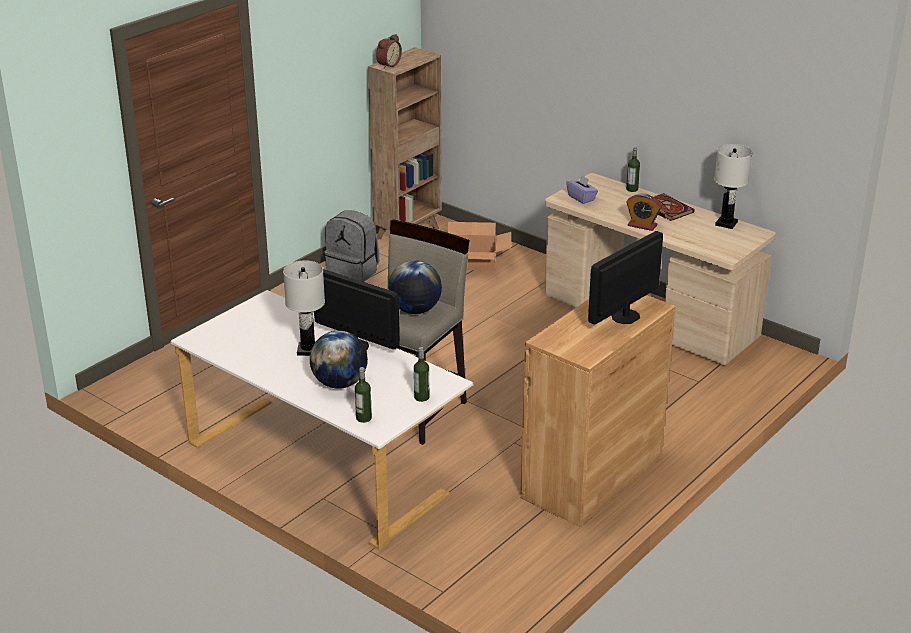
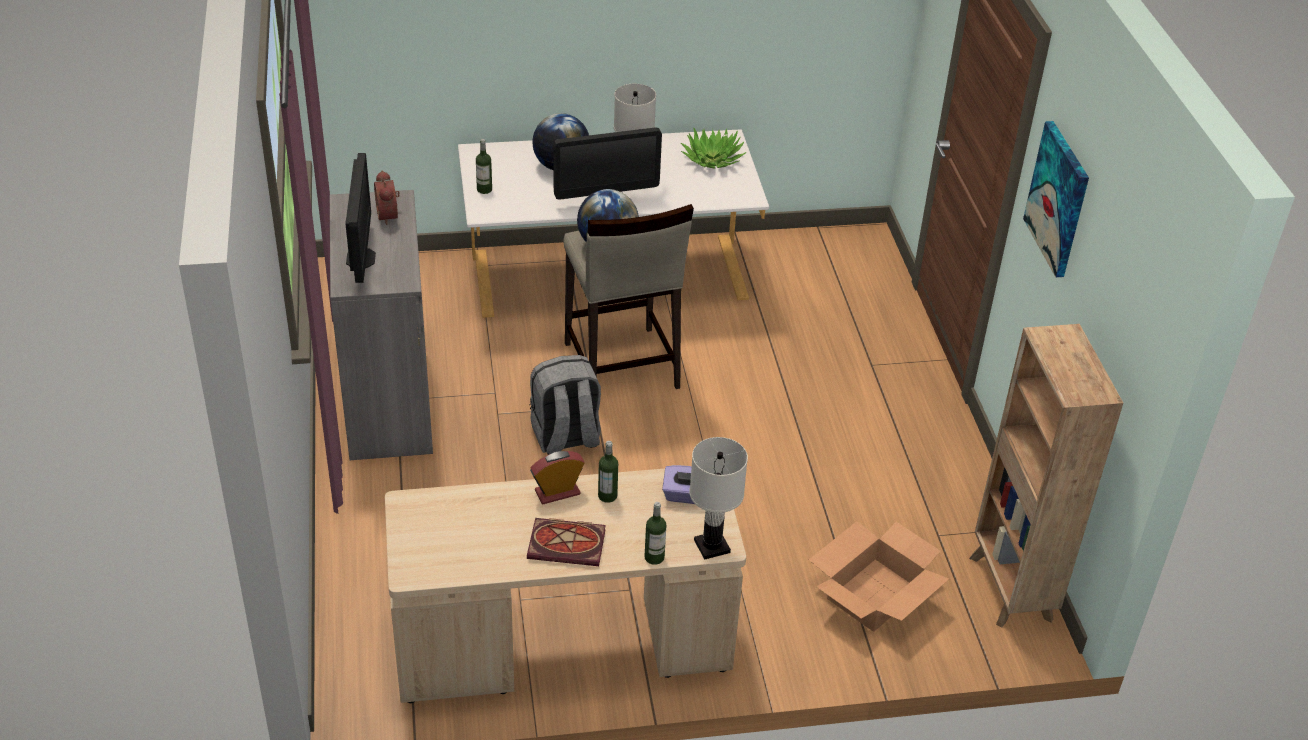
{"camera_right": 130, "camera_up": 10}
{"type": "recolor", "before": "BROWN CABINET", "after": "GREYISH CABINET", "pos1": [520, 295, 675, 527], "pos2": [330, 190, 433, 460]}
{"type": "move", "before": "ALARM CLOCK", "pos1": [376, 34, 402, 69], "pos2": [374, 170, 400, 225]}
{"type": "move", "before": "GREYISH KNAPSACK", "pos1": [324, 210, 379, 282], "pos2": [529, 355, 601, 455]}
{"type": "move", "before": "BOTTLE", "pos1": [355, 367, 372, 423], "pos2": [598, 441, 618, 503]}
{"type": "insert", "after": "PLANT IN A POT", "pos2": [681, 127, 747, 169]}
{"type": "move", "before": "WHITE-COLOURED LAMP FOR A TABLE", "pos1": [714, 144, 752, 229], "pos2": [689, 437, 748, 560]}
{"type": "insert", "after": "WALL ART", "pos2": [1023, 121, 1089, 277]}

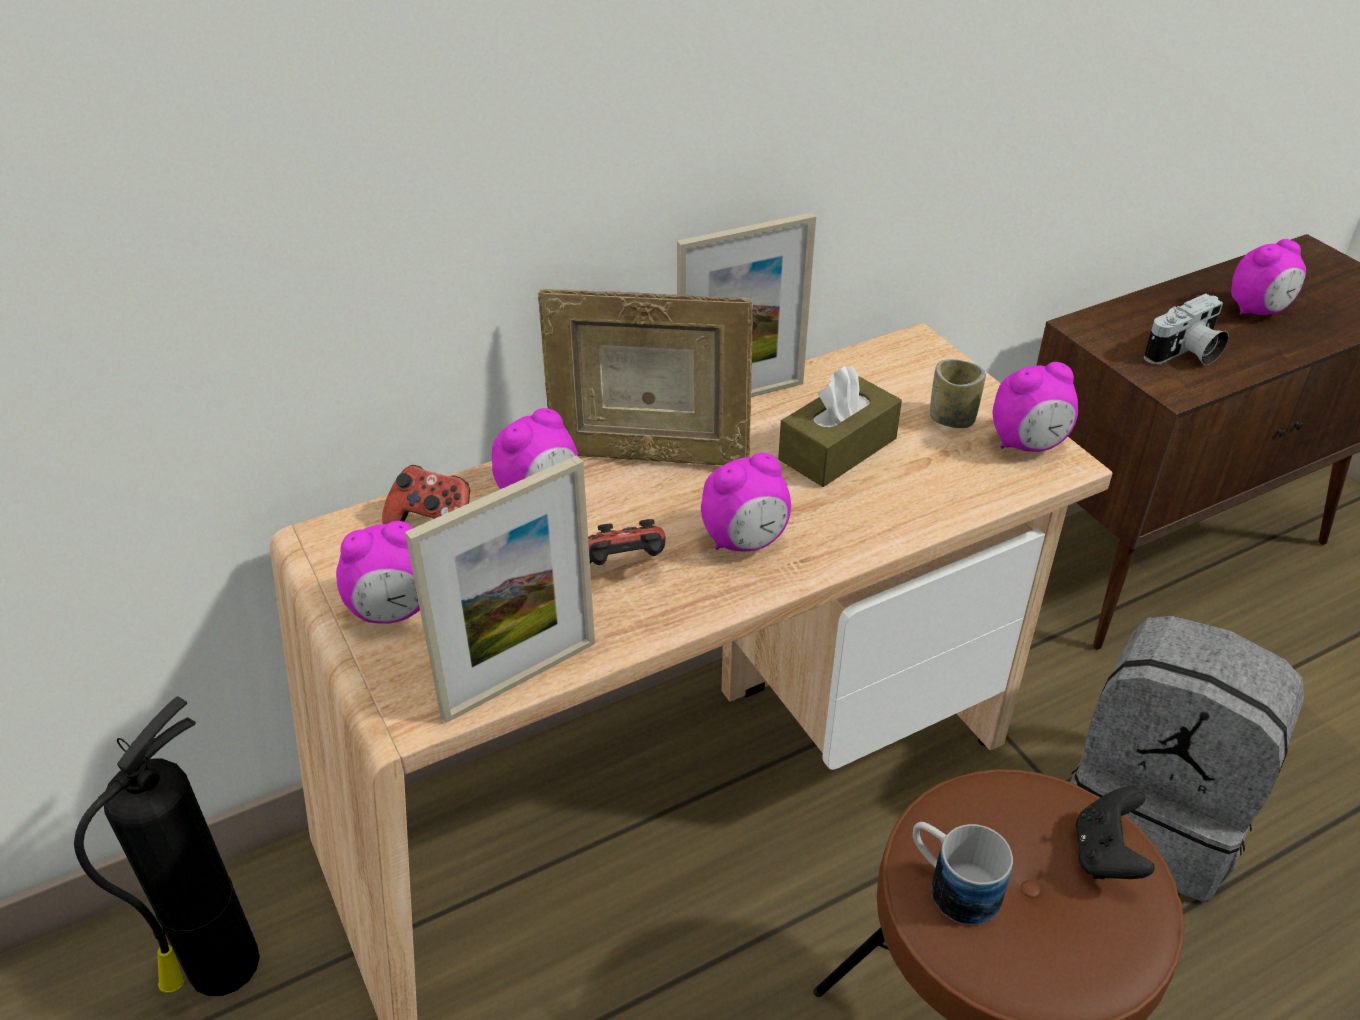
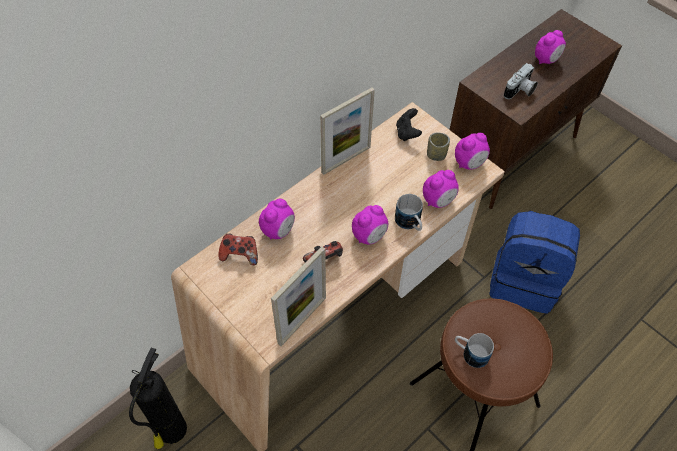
{"camera_right": -15, "camera_up": 15}
{"type": "insert", "after": "TEA MUG", "pos2": [395, 194, 423, 231]}
{"type": "move", "before": "BLACK-COLOURED GAME CONTROLLER", "pos1": [1076, 787, 1155, 879], "pos2": [396, 108, 422, 141]}
{"type": "move", "before": "ALARM CLOCK", "pos1": [336, 521, 420, 624], "pos2": [423, 170, 459, 208]}
{"type": "recolor", "before": "GREYISH KNAPSACK", "after": "BLUE-COLOURED KNAPSACK", "pos1": [1070, 616, 1304, 902], "pos2": [489, 211, 580, 314]}
{"type": "delete", "before": "STANDING FRAME", "pos1": [538, 289, 753, 465]}
{"type": "delete", "before": "BROWN TISSUE HOLDER", "pos1": [778, 365, 902, 487]}

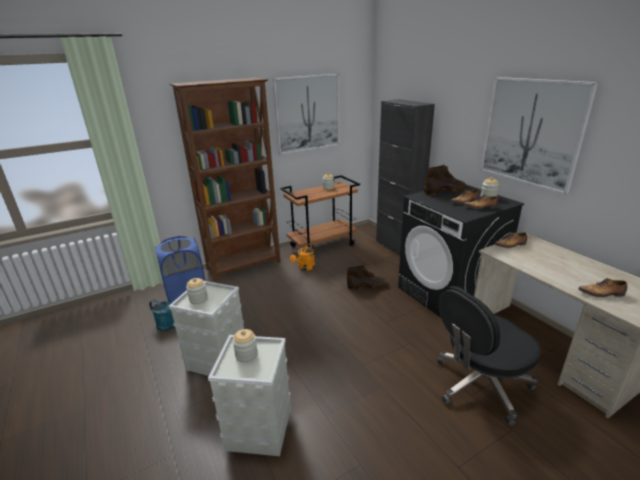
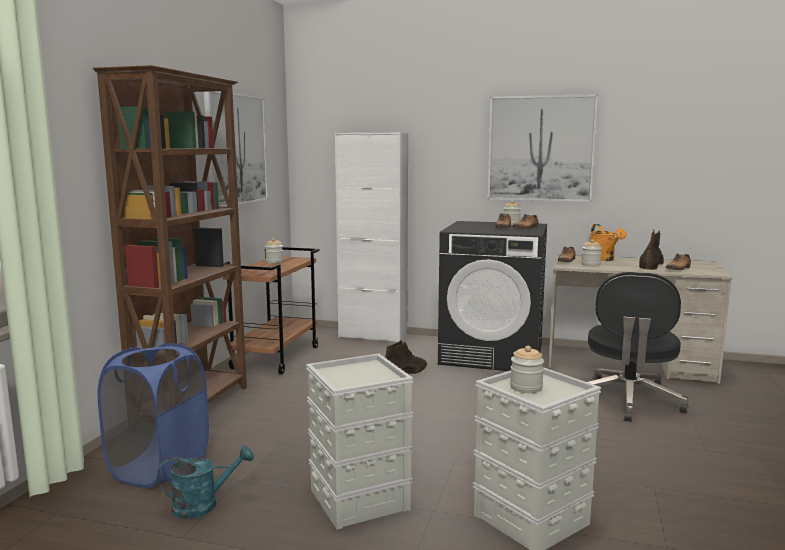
{"camera_right": -45, "camera_up": -15}
{"type": "recolor", "before": "BLACK-COLOURED CABINET", "after": "WHITE-COLOURED CABINET", "pos1": [376, 99, 435, 256], "pos2": [335, 133, 408, 342]}
{"type": "move", "before": "STORAGE JAR", "pos1": [186, 278, 208, 304], "pos2": [581, 239, 602, 266]}
{"type": "move", "before": "ORANGE-COLOURED SPRINKLING CAN", "pos1": [290, 243, 315, 271], "pos2": [590, 224, 627, 261]}
{"type": "move", "before": "BROWN BOOT", "pos1": [424, 164, 467, 195], "pos2": [639, 230, 664, 270]}

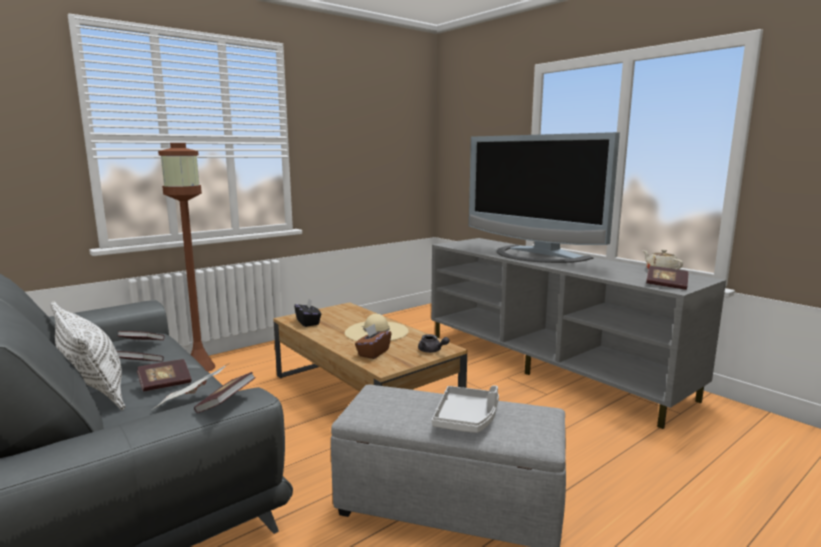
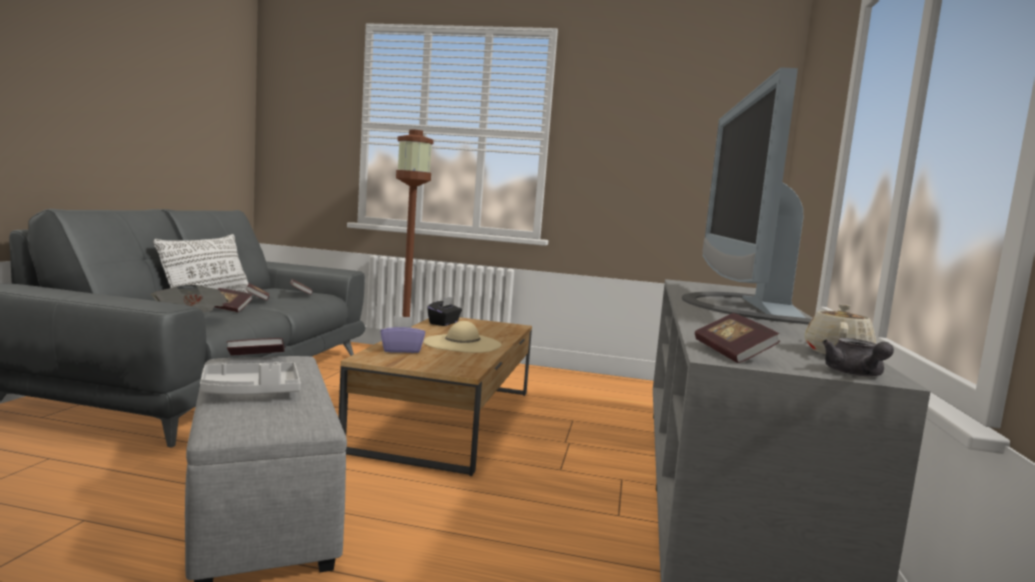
{"camera_right": 50, "camera_up": -5}
{"type": "move", "before": "BOUND BOOK", "pos1": [194, 372, 256, 413], "pos2": [227, 338, 284, 356]}
{"type": "recolor", "before": "BROWN TISSUE HOLDER", "after": "PURPLE-COLOURED TISSUE HOLDER", "pos1": [355, 324, 392, 359], "pos2": [380, 316, 425, 353]}
{"type": "move", "before": "GREYISH TEAPOT", "pos1": [418, 334, 450, 353], "pos2": [822, 338, 894, 377]}

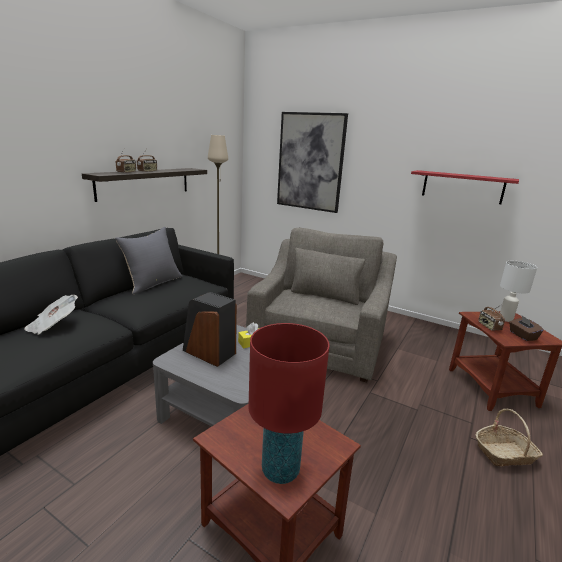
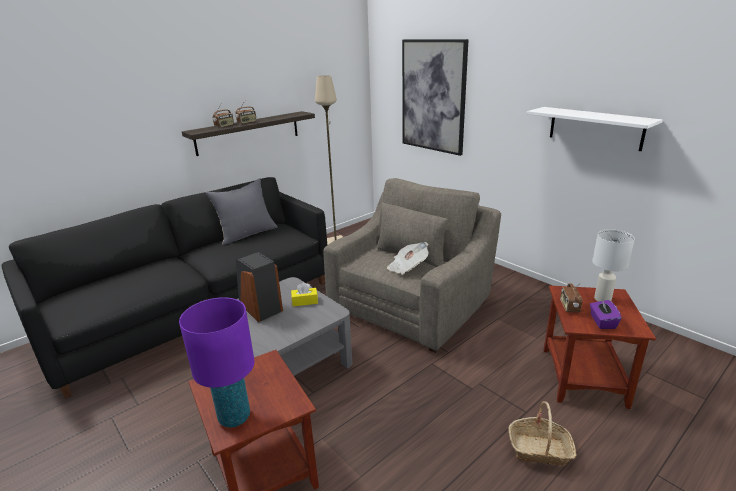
{"camera_right": 20, "camera_up": 5}
{"type": "recolor", "before": "RED LAMP FOR A TABLE", "after": "PURPLE-COLOURED LAMP FOR A TABLE", "pos1": [248, 323, 329, 484], "pos2": [179, 297, 255, 428]}
{"type": "move", "before": "NEWSPAPER", "pos1": [24, 295, 78, 335], "pos2": [387, 242, 429, 275]}
{"type": "recolor", "before": "RED BRACKET SHELF", "after": "WHITE-COLOURED BRACKET SHELF", "pos1": [411, 170, 519, 204], "pos2": [527, 107, 663, 151]}
{"type": "recolor", "before": "BROWN TISSUE HOLDER", "after": "PURPLE-COLOURED TISSUE HOLDER", "pos1": [509, 316, 544, 341], "pos2": [590, 300, 622, 329]}

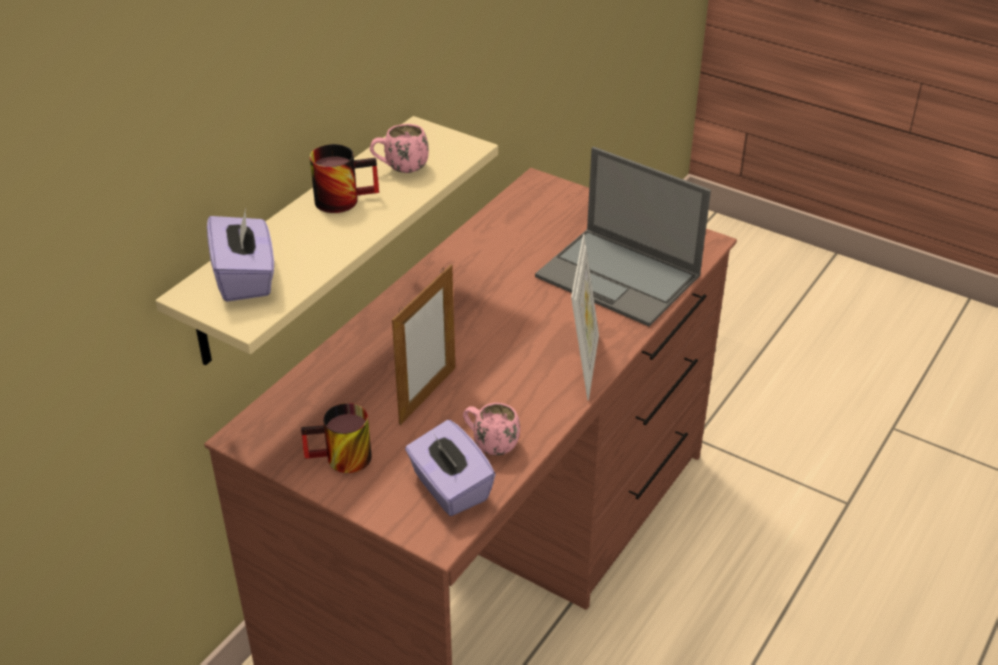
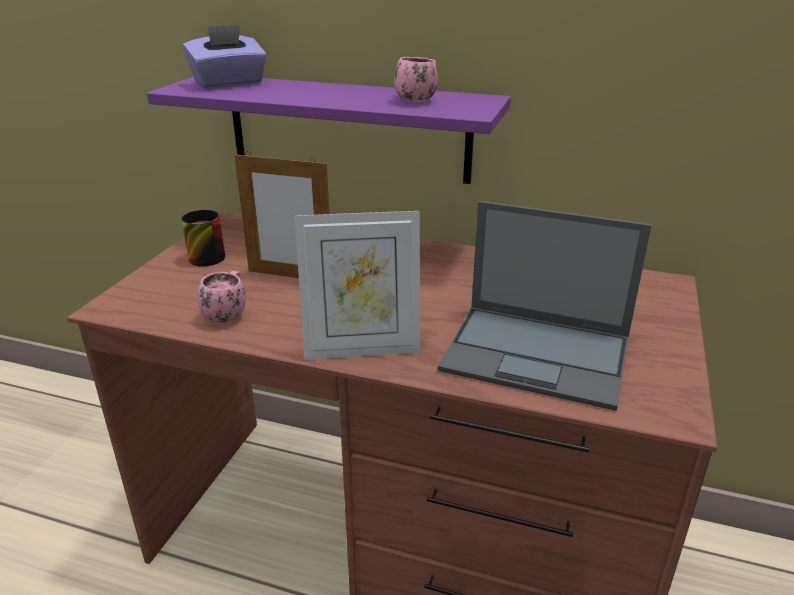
{"camera_right": 75, "camera_up": -10}
{"type": "recolor", "before": "BEIGE-COLOURED BRACKET SHELF", "after": "PURPLE-COLOURED BRACKET SHELF", "pos1": [155, 116, 498, 365], "pos2": [147, 77, 511, 184]}
{"type": "rotate", "before": "LAPTOP", "pos1": [535, 147, 711, 326], "pos2": [438, 201, 652, 411], "turn": -90}
{"type": "delete", "before": "TEA MUG", "pos1": [310, 144, 379, 213]}
{"type": "delete", "before": "PURPLE-COLOURED TISSUE HOLDER", "pos1": [405, 420, 496, 516]}

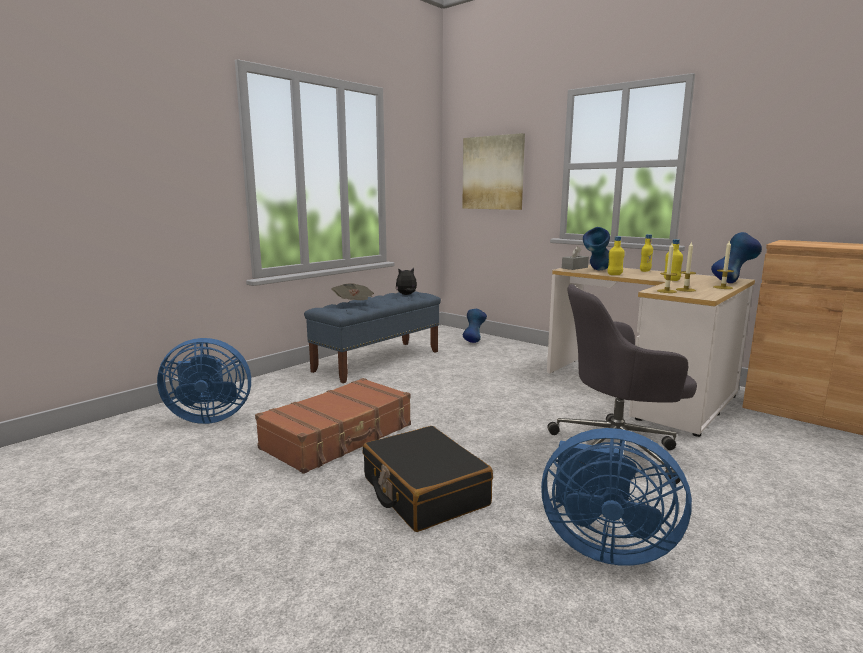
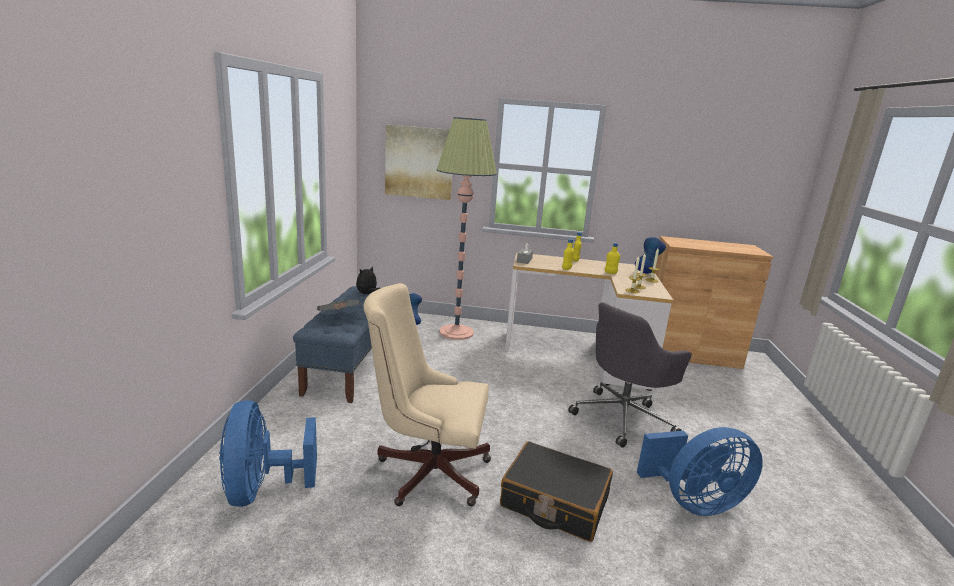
{"camera_right": -35, "camera_up": 5}
{"type": "rotate", "before": "BLUE-COLOURED ELECTRIC FAN", "pos1": [157, 338, 251, 424], "pos2": [219, 400, 317, 507], "turn": 120}
{"type": "replace", "before": "BROWN SUITCASE", "after": "BEIGE-COLOURED DESK CHAIR", "pos1": [255, 378, 411, 474], "pos2": [363, 283, 491, 506]}
{"type": "insert", "after": "STANDING LAMP", "pos2": [437, 117, 497, 340]}
{"type": "delete", "before": "BLUE-COLOURED VASE", "pos1": [583, 227, 610, 270]}

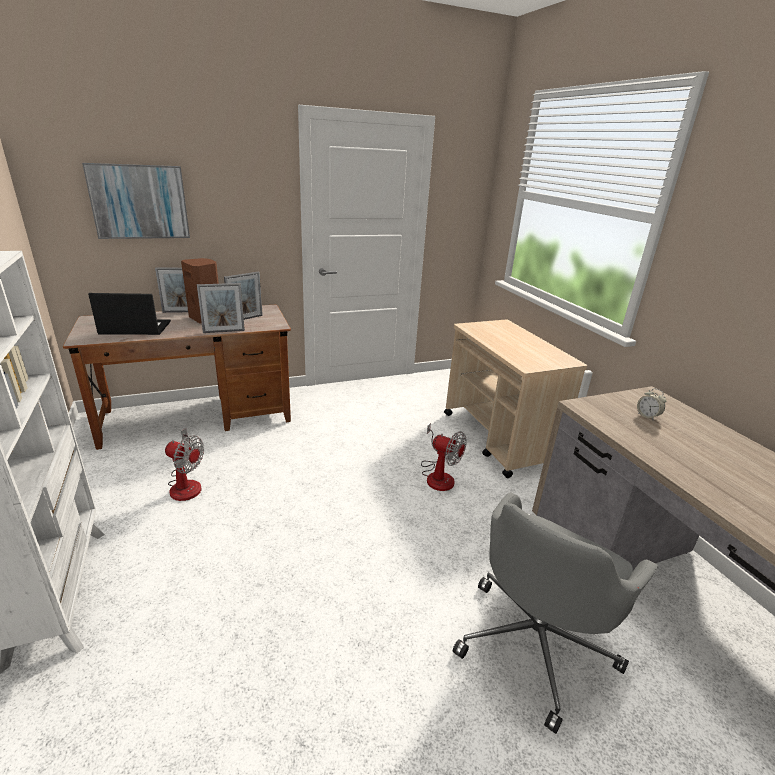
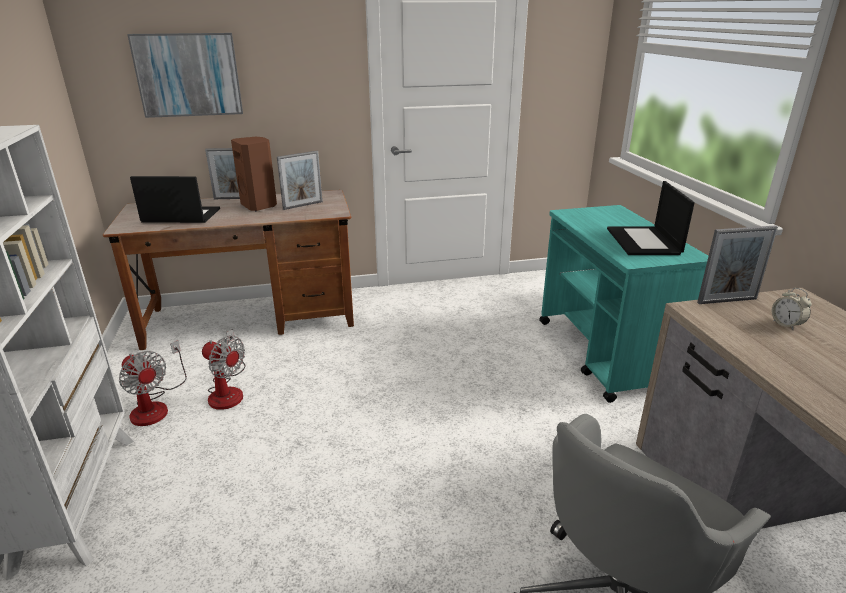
{"camera_right": 10, "camera_up": 0}
{"type": "move", "before": "ELECTRIC FAN", "pos1": [421, 423, 467, 491], "pos2": [119, 340, 187, 426]}
{"type": "recolor", "before": "BEIGE-COLOURED TROLLEY", "after": "BLUE-GREEN TROLLEY", "pos1": [444, 320, 587, 478], "pos2": [539, 205, 708, 403]}
{"type": "insert", "after": "LAPTOP", "pos2": [607, 181, 695, 255]}
{"type": "move", "before": "STANDING FRAME", "pos1": [197, 283, 245, 333], "pos2": [697, 225, 778, 304]}

